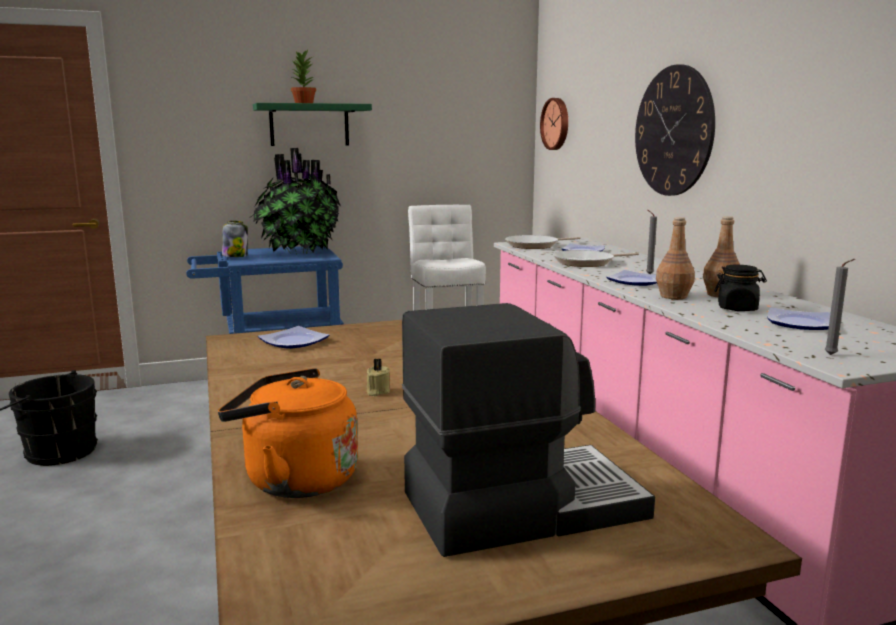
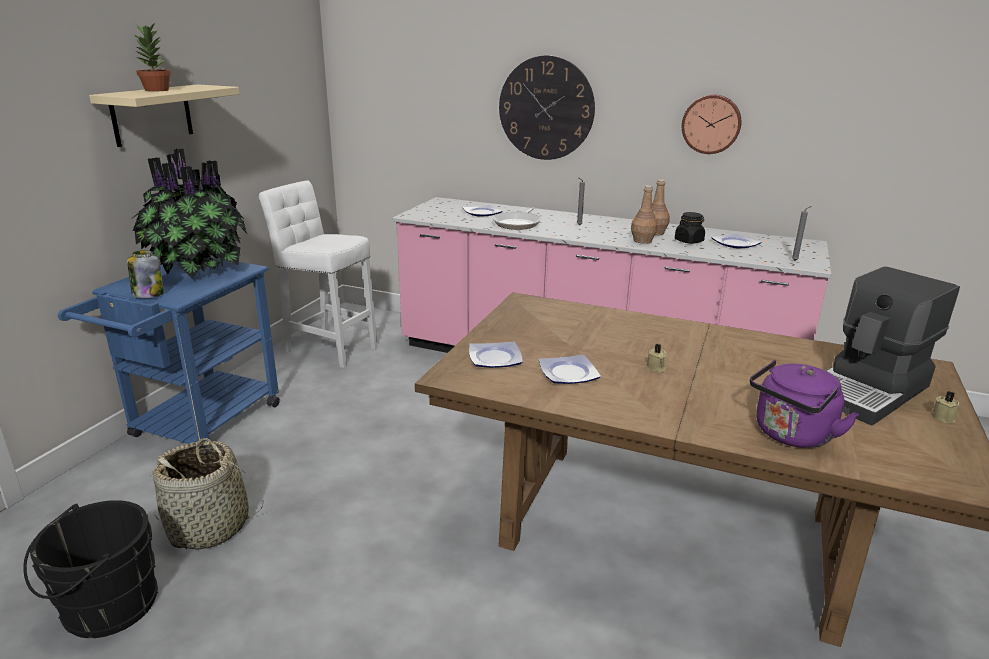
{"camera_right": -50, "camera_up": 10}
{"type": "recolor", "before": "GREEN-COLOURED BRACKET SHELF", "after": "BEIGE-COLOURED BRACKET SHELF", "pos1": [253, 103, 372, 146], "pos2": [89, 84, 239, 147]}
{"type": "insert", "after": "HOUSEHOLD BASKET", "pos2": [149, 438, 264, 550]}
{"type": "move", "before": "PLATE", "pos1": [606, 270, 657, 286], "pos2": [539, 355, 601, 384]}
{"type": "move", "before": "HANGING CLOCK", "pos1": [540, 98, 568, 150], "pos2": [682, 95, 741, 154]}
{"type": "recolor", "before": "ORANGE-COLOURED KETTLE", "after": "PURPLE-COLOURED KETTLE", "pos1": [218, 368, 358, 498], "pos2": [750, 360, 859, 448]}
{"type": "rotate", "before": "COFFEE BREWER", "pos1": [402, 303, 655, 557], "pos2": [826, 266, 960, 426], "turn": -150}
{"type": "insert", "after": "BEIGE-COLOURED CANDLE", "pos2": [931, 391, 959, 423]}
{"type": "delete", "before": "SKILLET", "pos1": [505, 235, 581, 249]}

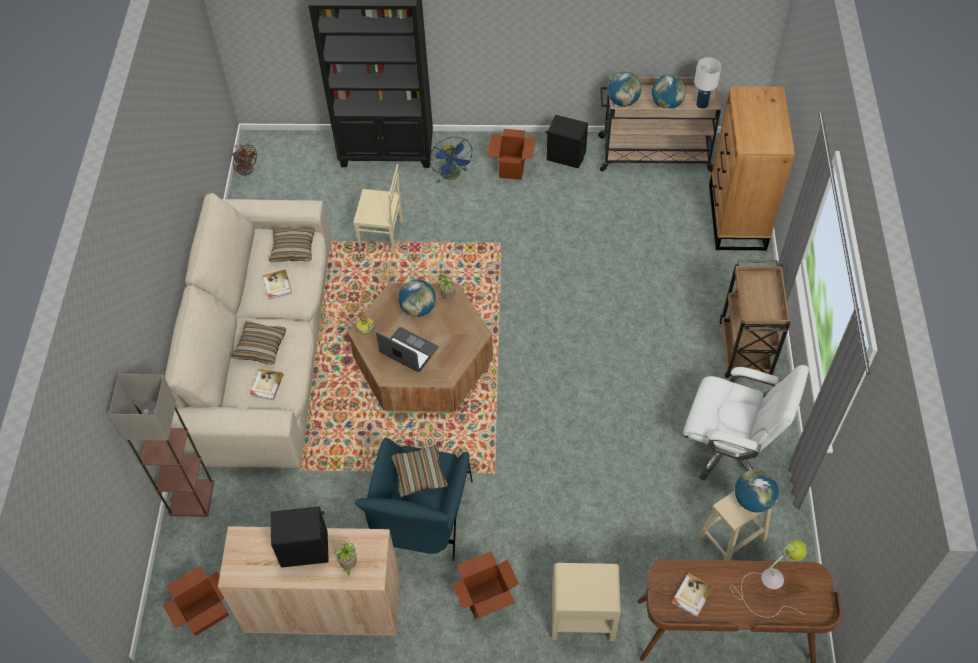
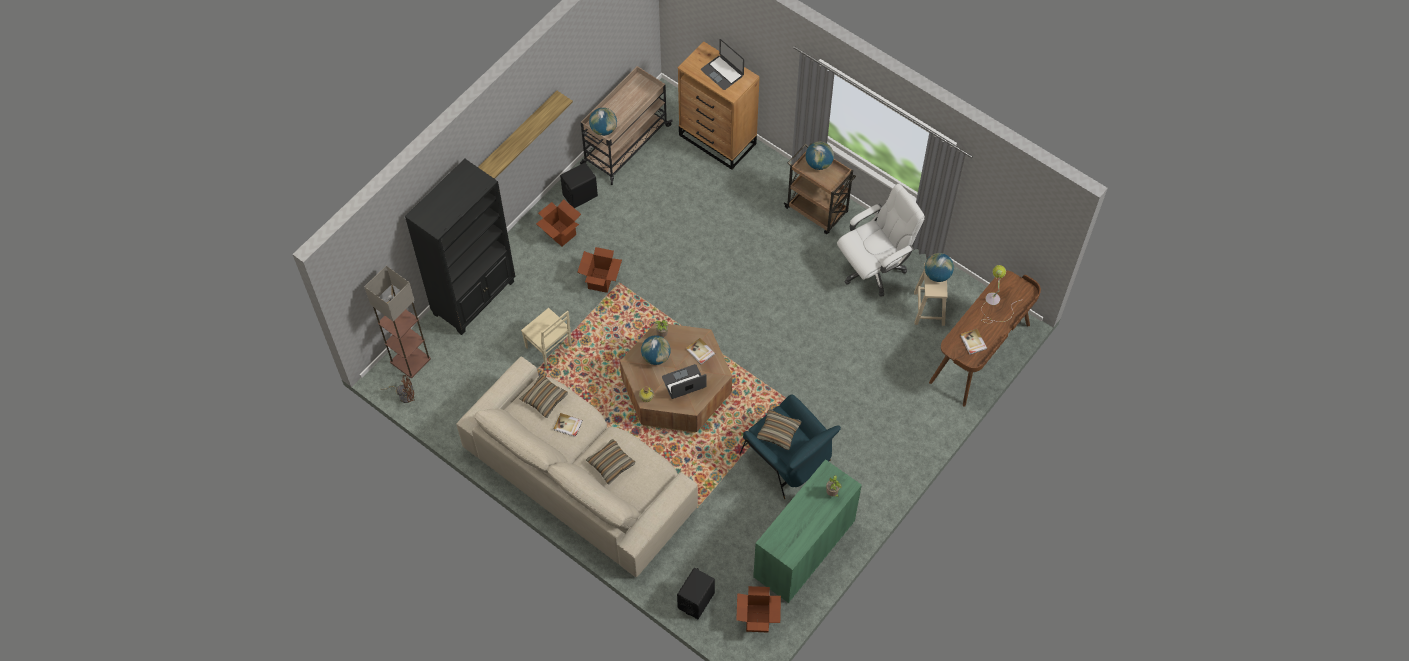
{"camera_right": -55, "camera_up": 5}
{"type": "move", "before": "STANDING LAMP", "pos1": [109, 374, 214, 517], "pos2": [365, 266, 431, 378]}
{"type": "insert", "after": "BRACKET SHELF", "pos2": [478, 91, 573, 179]}
{"type": "rotate", "before": "BEIGE-COLOURED CHAIR", "pos1": [353, 164, 403, 252], "pos2": [521, 308, 572, 367], "turn": 90}
{"type": "move", "before": "CARDBOARD BOX", "pos1": [452, 551, 519, 619], "pos2": [578, 247, 622, 293]}
{"type": "move", "before": "BLACK-COLOURED LOUDSPEAKER", "pos1": [271, 506, 329, 568], "pos2": [677, 568, 715, 619]}
{"type": "move", "before": "BOUND BOOK", "pos1": [250, 369, 284, 400], "pos2": [686, 338, 715, 365]}
{"type": "insert", "after": "LAPTOP", "pos2": [701, 39, 744, 90]}
{"type": "recolor", "before": "BEIGE-COLOURED CABINET", "after": "GREEN-COLOURED CABINET", "pos1": [218, 526, 400, 636], "pos2": [753, 459, 862, 603]}
{"type": "move", "before": "WORLD GLOBE", "pos1": [652, 74, 686, 108], "pos2": [805, 141, 834, 170]}
{"type": "delete", "before": "BLUE-COLOURED ELECTRIC FAN", "pos1": [429, 137, 474, 183]}
{"type": "delete", "before": "BEIGE-COLOURED BEDSIDE TABLE", "pos1": [552, 563, 621, 641]}
{"type": "delete", "before": "WHITE-COLOURED LAMP FOR A TABLE", "pos1": [694, 57, 722, 108]}

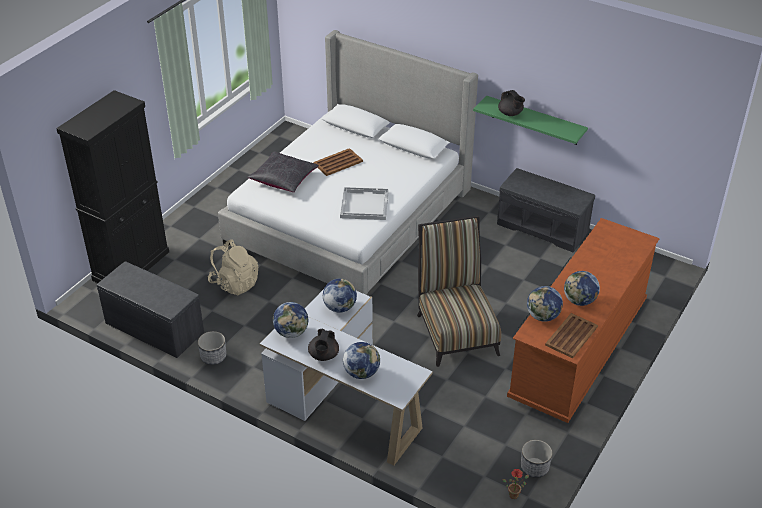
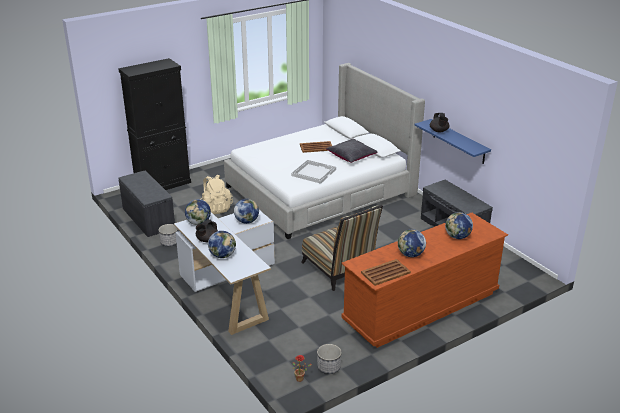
{"camera_right": 25, "camera_up": -10}
{"type": "rotate", "before": "CHAIR", "pos1": [417, 215, 501, 367], "pos2": [301, 205, 383, 291], "turn": 135}
{"type": "move", "before": "BLACK-COLOURED CUSHION", "pos1": [247, 151, 319, 192], "pos2": [326, 139, 377, 163]}
{"type": "recolor", "before": "GREEN-COLOURED BRACKET SHELF", "after": "BLUE-COLOURED BRACKET SHELF", "pos1": [473, 96, 588, 145], "pos2": [414, 119, 491, 164]}
{"type": "move", "before": "WORLD GLOBE", "pos1": [527, 286, 563, 322], "pos2": [445, 212, 473, 239]}

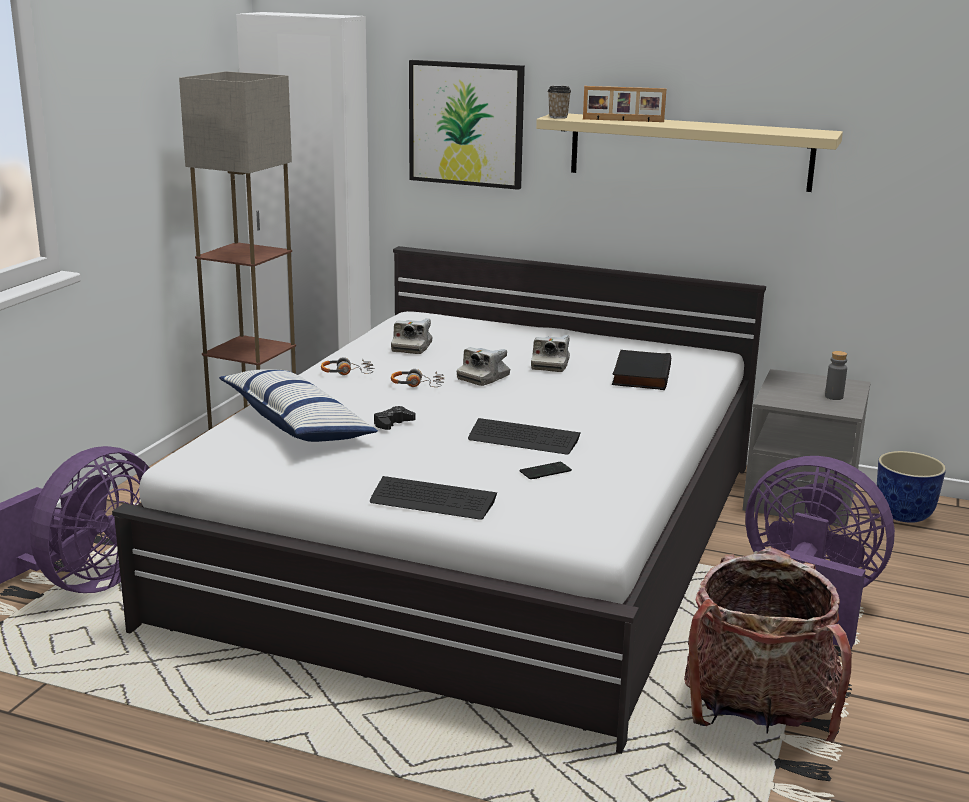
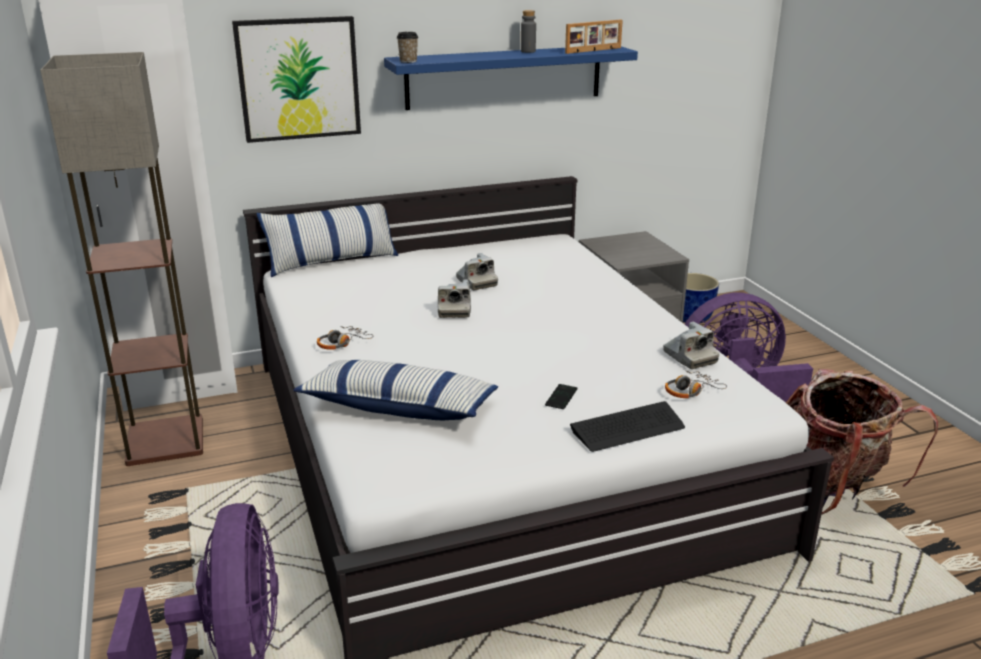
{"camera_right": -40, "camera_up": 5}
{"type": "insert", "after": "CUSHION", "pos2": [257, 204, 398, 277]}
{"type": "recolor", "before": "BEIGE-COLOURED BRACKET SHELF", "after": "BLUE-COLOURED BRACKET SHELF", "pos1": [536, 113, 843, 192], "pos2": [384, 46, 638, 110]}
{"type": "move", "before": "GREYISH BOTTLE", "pos1": [825, 351, 847, 400], "pos2": [521, 10, 536, 53]}
{"type": "move", "before": "TELEPHONE", "pos1": [519, 462, 572, 479], "pos2": [545, 384, 578, 409]}
{"type": "move", "before": "STANDING FRAME", "pos1": [583, 86, 666, 122], "pos2": [565, 19, 623, 54]}
{"type": "move", "before": "PHOTO CAMERA", "pos1": [391, 318, 433, 354], "pos2": [663, 322, 719, 369]}
{"type": "move", "before": "PAIR OF HEADPHONES", "pos1": [391, 369, 444, 387], "pos2": [665, 370, 727, 398]}
{"type": "delete", "before": "BLACK-COLOURED GAME CONTROLLER", "pos1": [374, 406, 416, 430]}
{"type": "delete", "before": "PC KEYBOARD", "pos1": [468, 418, 581, 454]}
{"type": "delete", "before": "BLACK-COLOURED BOUND BOOK", "pos1": [612, 350, 671, 390]}

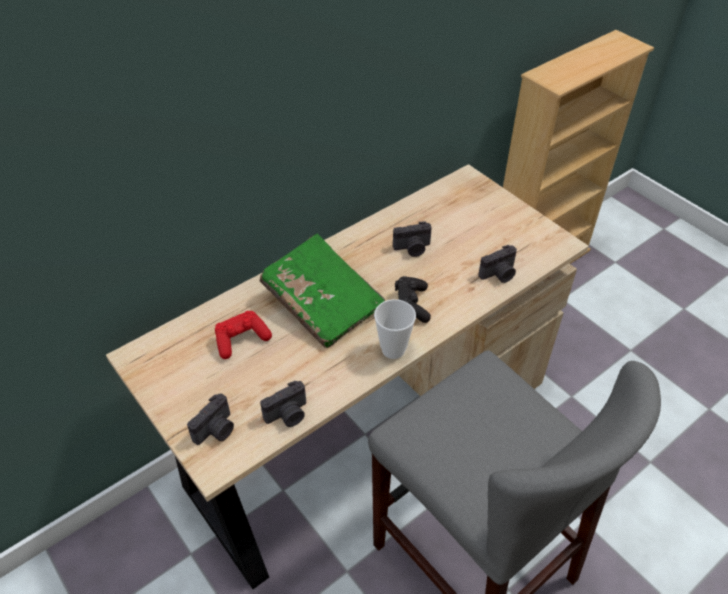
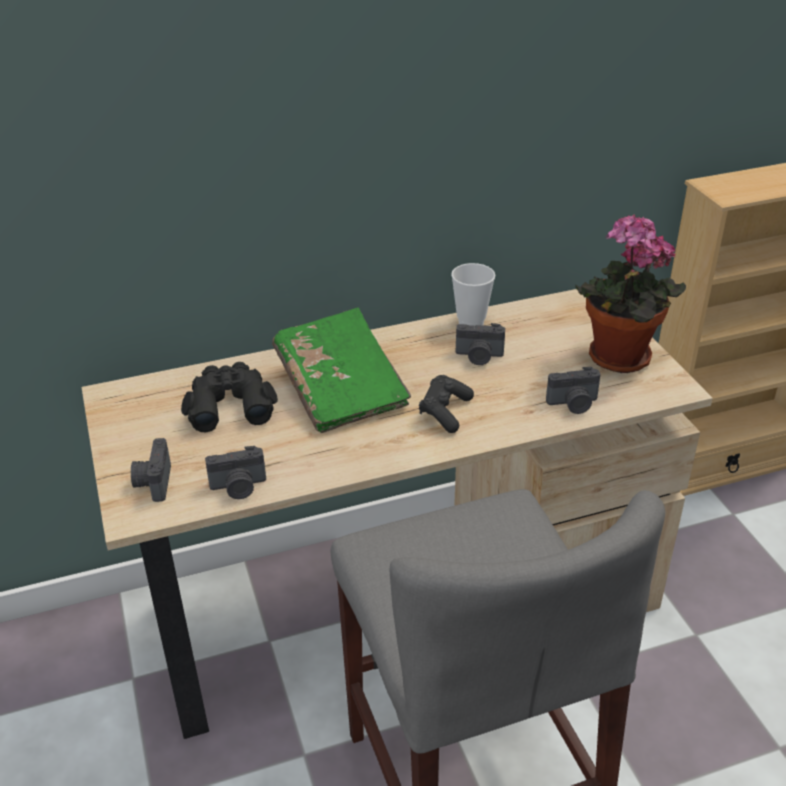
{"camera_right": 20, "camera_up": -10}
{"type": "rotate", "before": "PHOTO CAMERA", "pos1": [187, 393, 234, 445], "pos2": [131, 438, 171, 502], "turn": 120}
{"type": "replace", "before": "RED GAME CONTROLLER", "after": "BLACK-COLOURED PAIR OF BINOCULARS", "pos1": [215, 311, 272, 359], "pos2": [181, 362, 278, 432]}
{"type": "move", "before": "SMALL CUP", "pos1": [374, 299, 416, 359], "pos2": [451, 263, 495, 326]}
{"type": "insert", "after": "PLANT IN A POT", "pos2": [575, 214, 686, 373]}

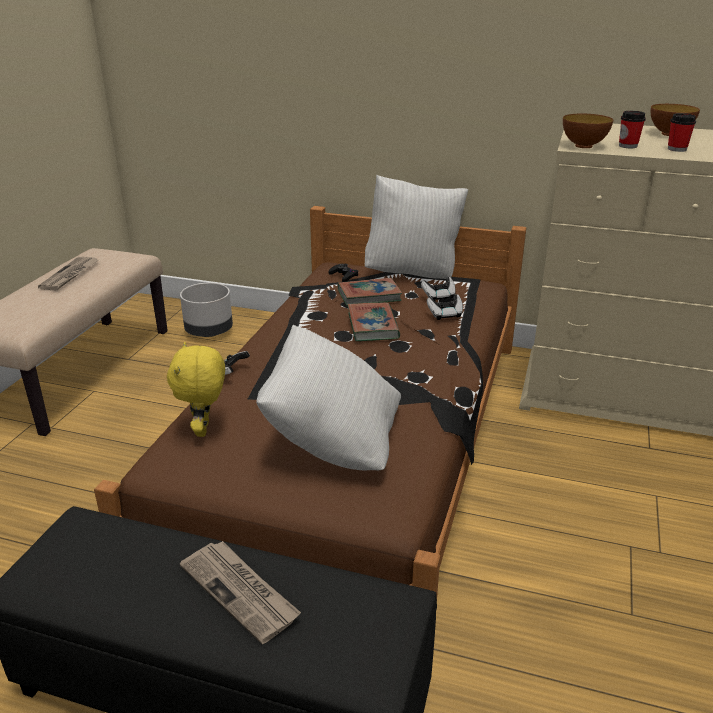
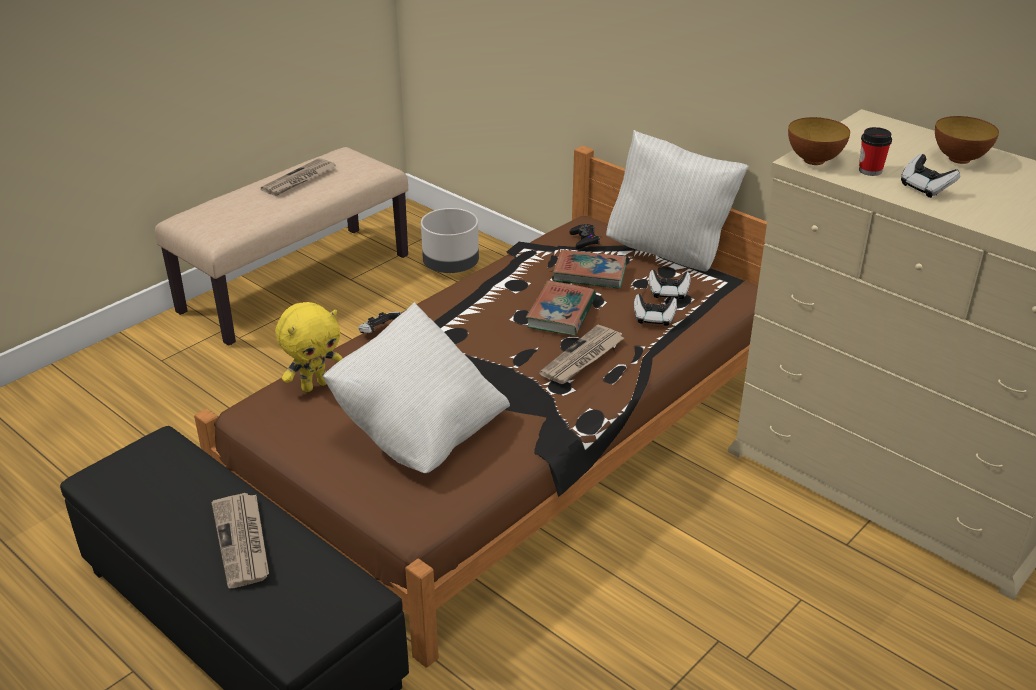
{"camera_right": 25, "camera_up": 5}
{"type": "rotate", "before": "YELLOWISH SOFT TOY", "pos1": [167, 342, 225, 437], "pos2": [275, 302, 343, 392], "turn": -150}
{"type": "insert", "after": "NEWSPAPER", "pos2": [539, 325, 624, 384]}
{"type": "replace", "before": "SMALL CUP", "after": "GAME CONTROLLER", "pos1": [668, 113, 696, 152], "pos2": [901, 154, 960, 198]}

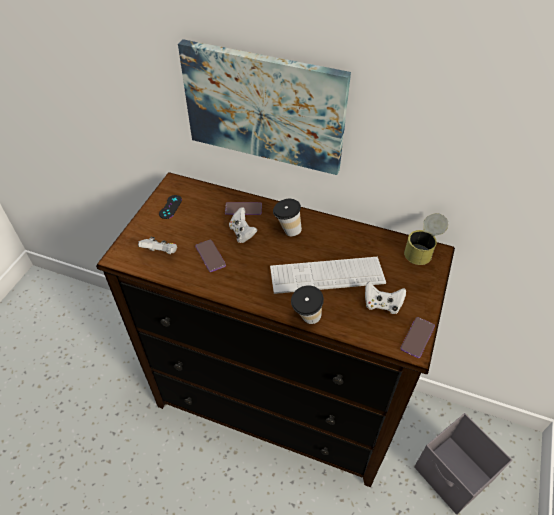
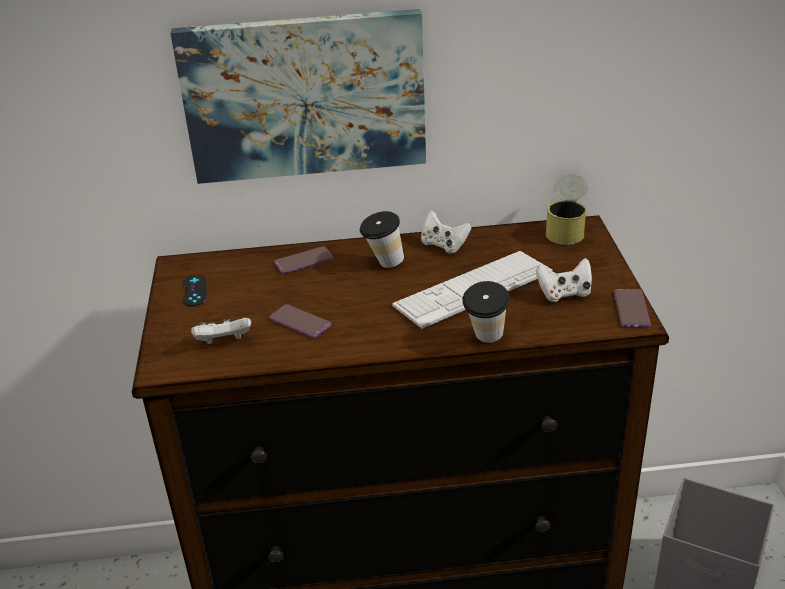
{"camera_right": -25, "camera_up": -15}
{"type": "move", "before": "WHITE-COLOURED GAME CONTROLLER", "pos1": [229, 207, 257, 243], "pos2": [421, 210, 472, 254]}

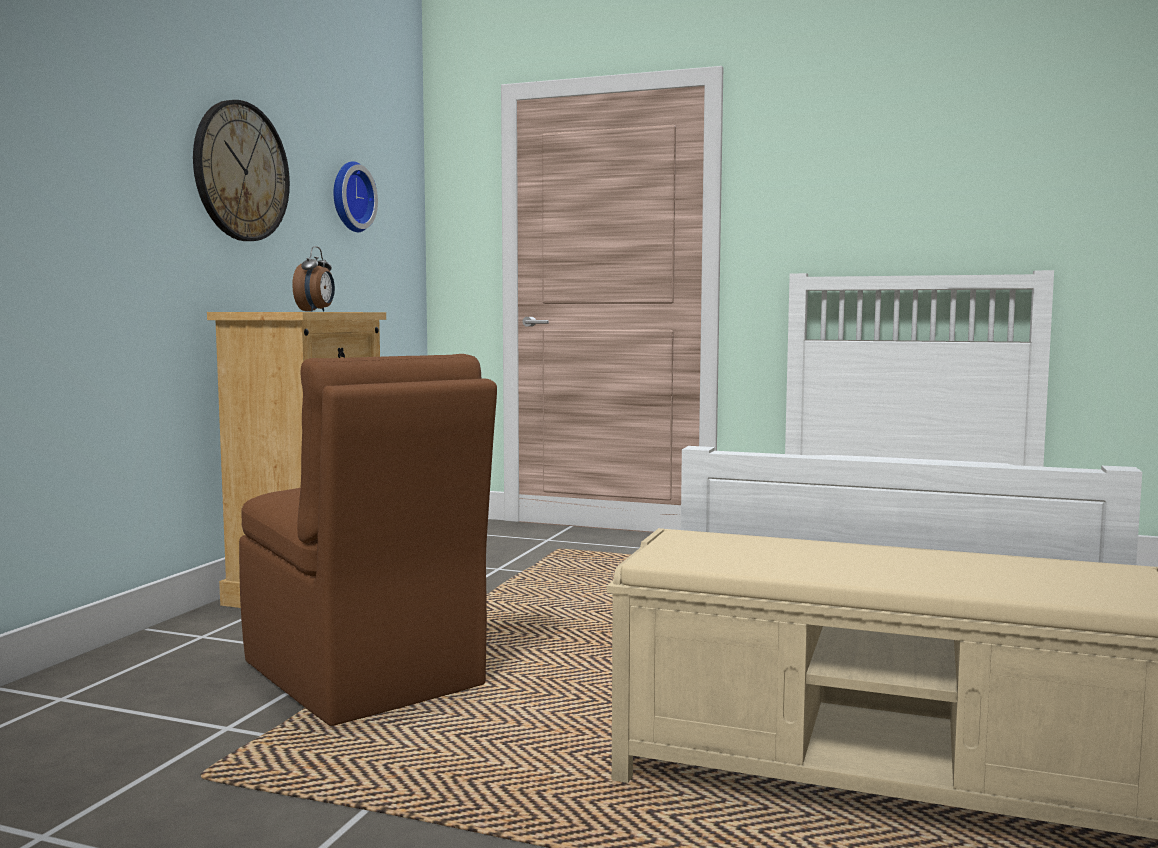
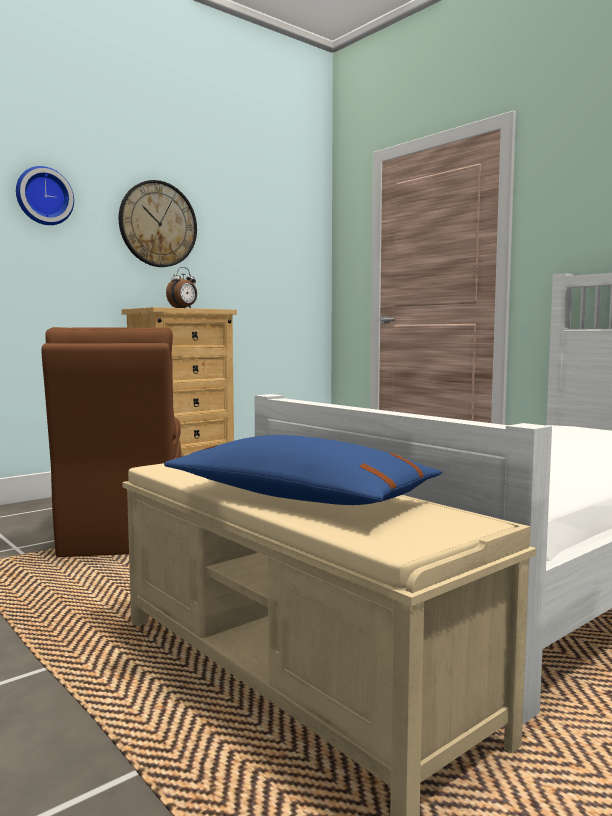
{"camera_right": 30, "camera_up": 0}
{"type": "move", "before": "HANGING CLOCK", "pos1": [333, 161, 378, 232], "pos2": [16, 166, 74, 225]}
{"type": "insert", "after": "BLUE-COLOURED CUSHION", "pos2": [164, 435, 442, 505]}

